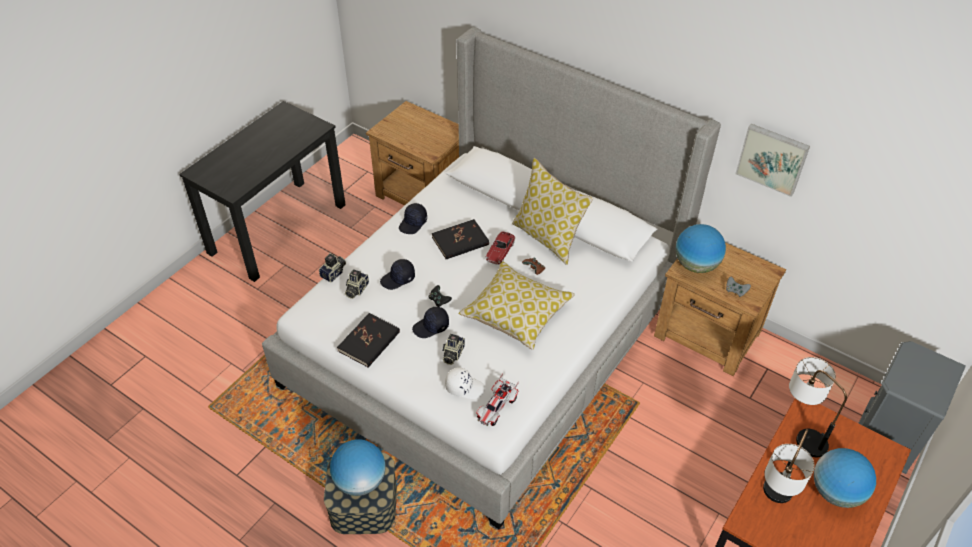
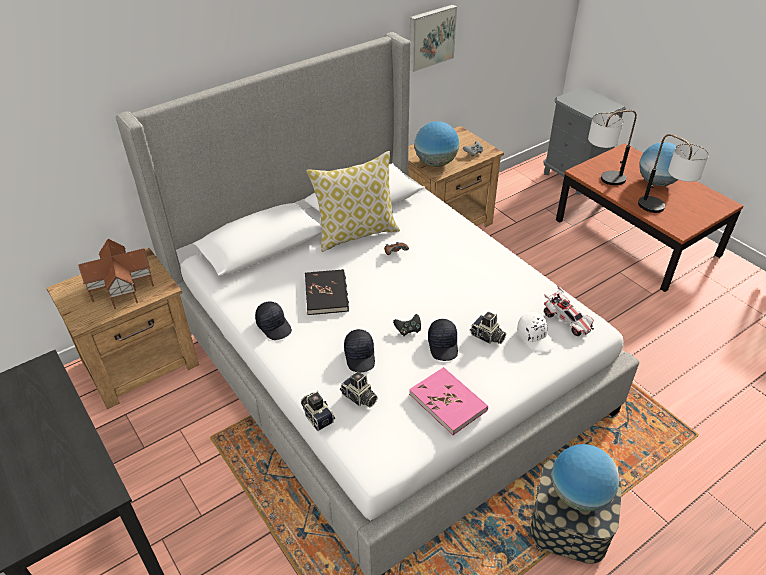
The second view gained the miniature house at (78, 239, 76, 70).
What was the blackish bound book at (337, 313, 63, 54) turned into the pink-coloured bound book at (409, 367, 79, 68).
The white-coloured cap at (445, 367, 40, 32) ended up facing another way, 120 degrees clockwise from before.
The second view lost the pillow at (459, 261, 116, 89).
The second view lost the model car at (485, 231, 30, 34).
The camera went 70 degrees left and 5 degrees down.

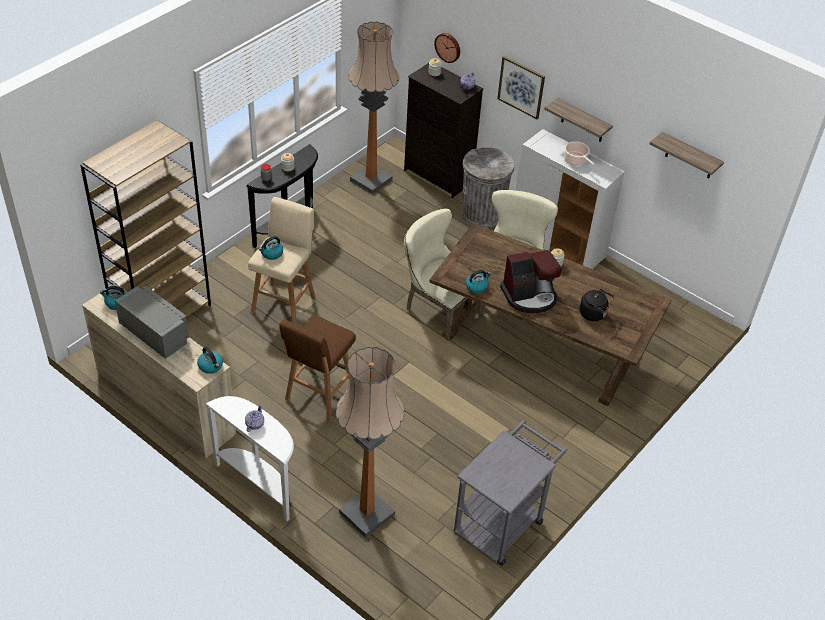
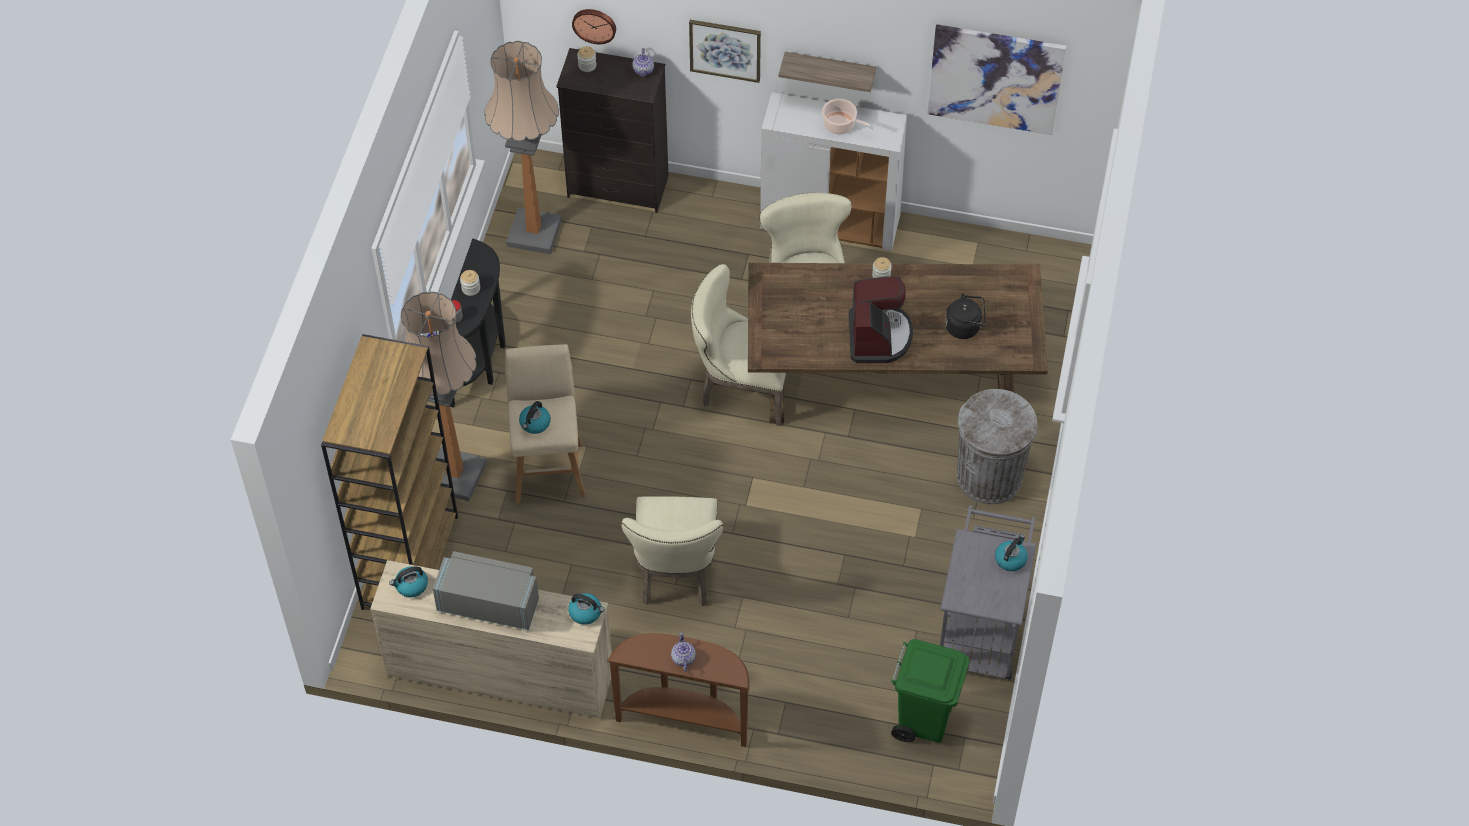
The standing lamp ended up elsewhere, having gone from (336, 347, 68, 191) to (401, 292, 86, 209).
What was the white-coloured narrow table at (205, 396, 89, 125) turned into the brownish narrow table at (607, 633, 143, 114).
Where the brownish stool stood at (279, 316, 77, 105), the sand-coloured chair came to stand at (621, 496, 102, 110).
The coffee machine at (500, 250, 61, 63) ended up facing another way, 45 degrees counterclockwise from before.
The second view gained the green-coloured rubbish bin at (891, 639, 79, 104).
Where the wall shelf hung at (650, 132, 74, 46), the picture came to hang at (927, 25, 139, 110).
The gray rubbish bin ended up elsewhere, having gone from (462, 147, 52, 81) to (956, 389, 82, 115).
The water kettle ended up elsewhere, having gone from (466, 270, 25, 23) to (995, 535, 33, 36).
The camera went 25 degrees left and 10 degrees up.

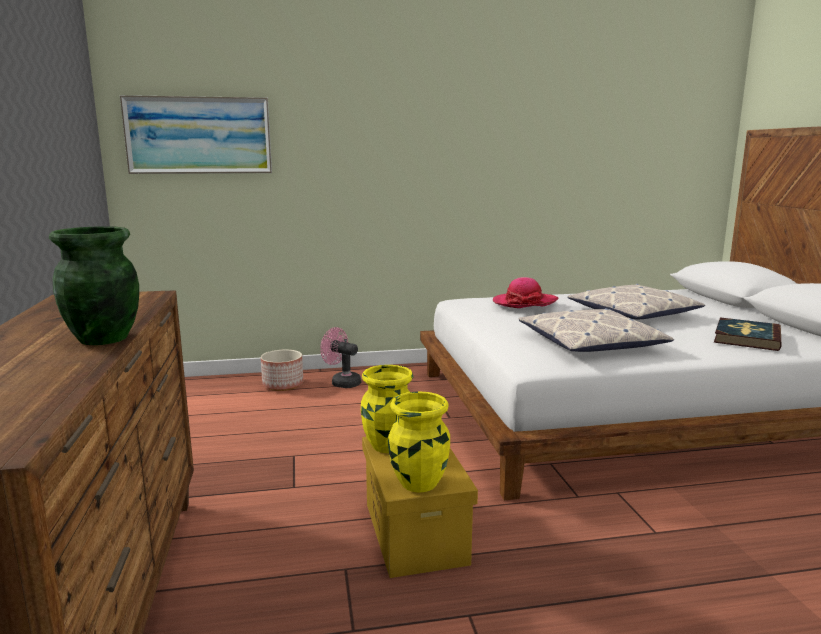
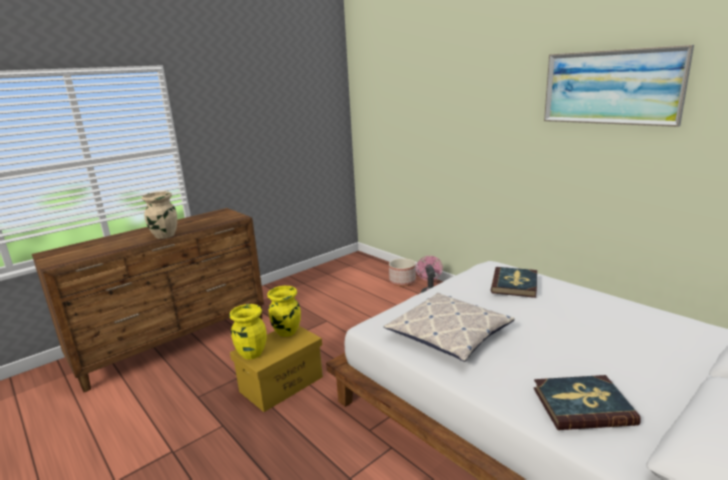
What was the green-coloured flower vase at (49, 226, 90, 119) turned into the sand-coloured flower vase at (142, 191, 35, 48).
Where the clothing hat stood at (493, 277, 66, 31), the bound book came to stand at (491, 267, 46, 31).
The picture ended up elsewhere, having gone from (120, 95, 152, 79) to (544, 45, 150, 82).
The second view lost the pillow at (567, 284, 138, 35).
The camera went 60 degrees right and 5 degrees up.

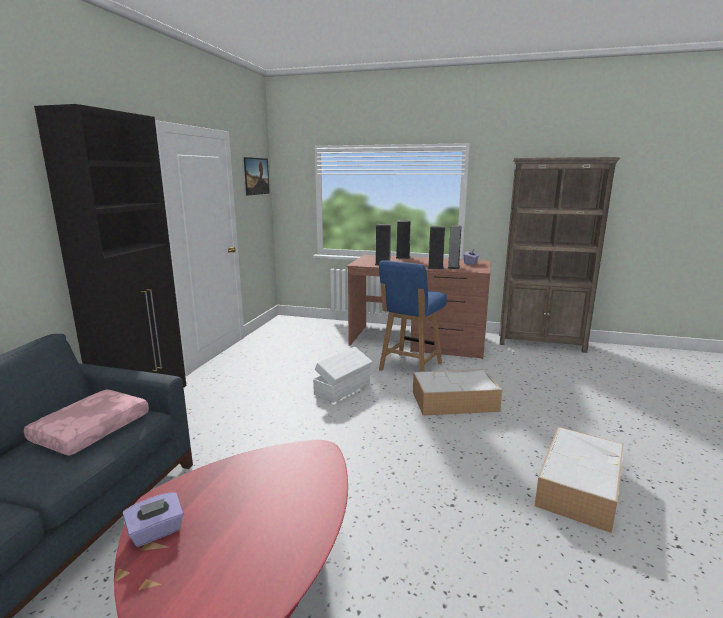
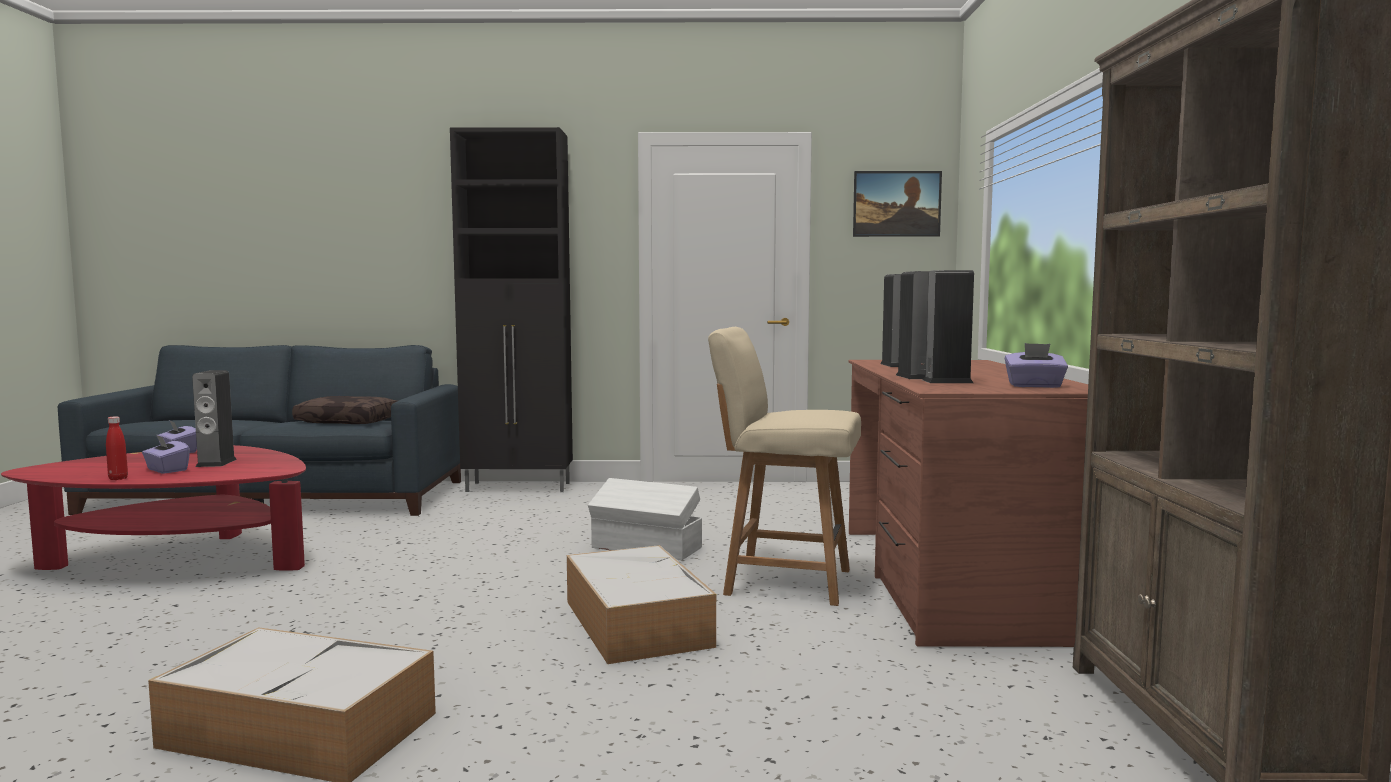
The second view gained the red-coloured bottle at (106, 416, 22, 64).
The second view gained the purplish tissue holder at (142, 435, 48, 39).
The audio speaker ended up elsewhere, having gone from (396, 220, 15, 39) to (192, 370, 45, 97).
What was the pink-coloured pillow at (24, 389, 125, 67) turned into the brownish pillow at (292, 396, 105, 28).
What was the blue chair at (379, 260, 68, 112) turned into the sand-coloured chair at (708, 327, 153, 279).
The camera went 75 degrees right and 10 degrees down.

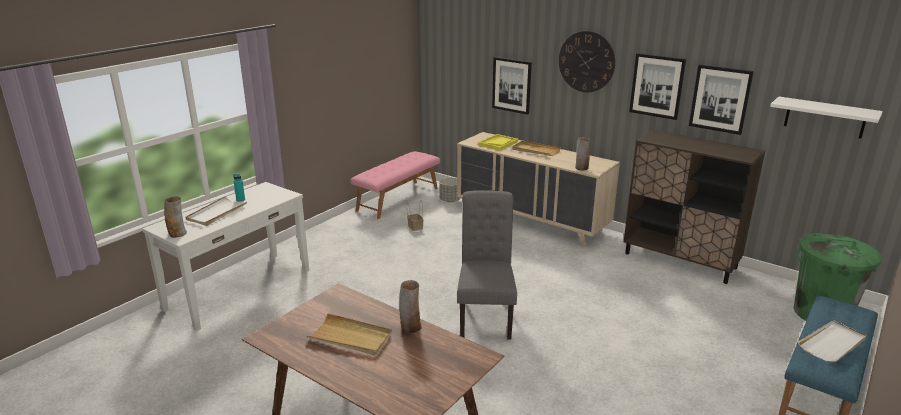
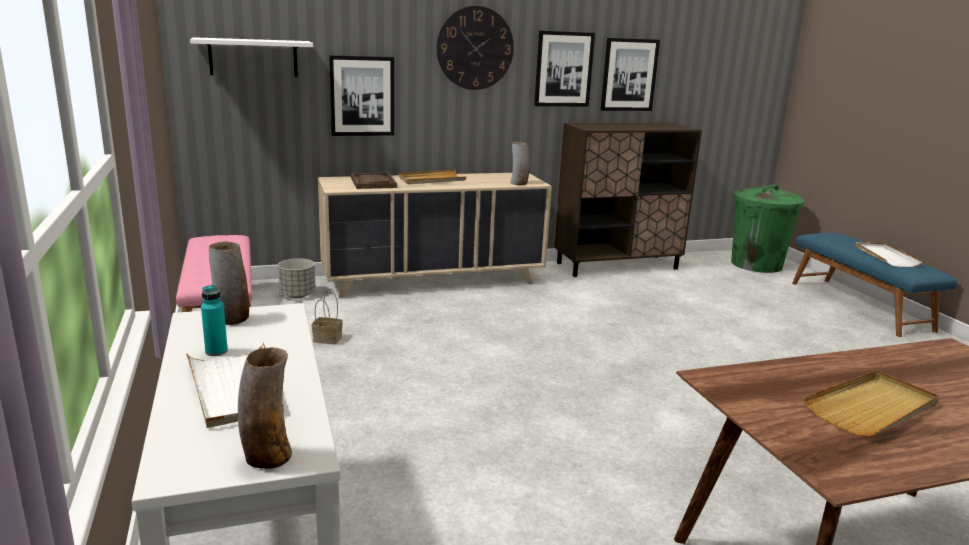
The white-coloured wall shelf ended up elsewhere, having gone from (770, 96, 113, 42) to (190, 37, 123, 40).
The flower vase ended up elsewhere, having gone from (399, 280, 23, 53) to (209, 241, 40, 84).
What was the yellow tray at (478, 134, 40, 16) turned into the brownish tray at (351, 173, 46, 16).
The second view lost the gray chair at (457, 190, 60, 149).
The camera went 55 degrees left and 5 degrees down.

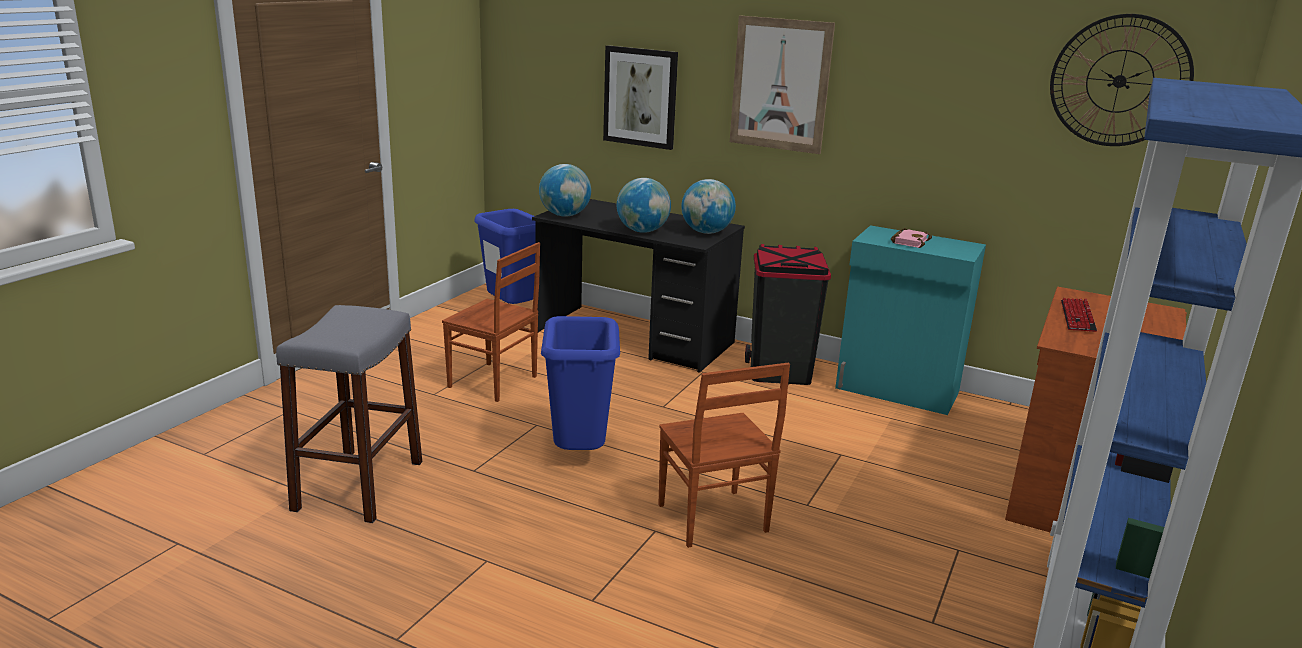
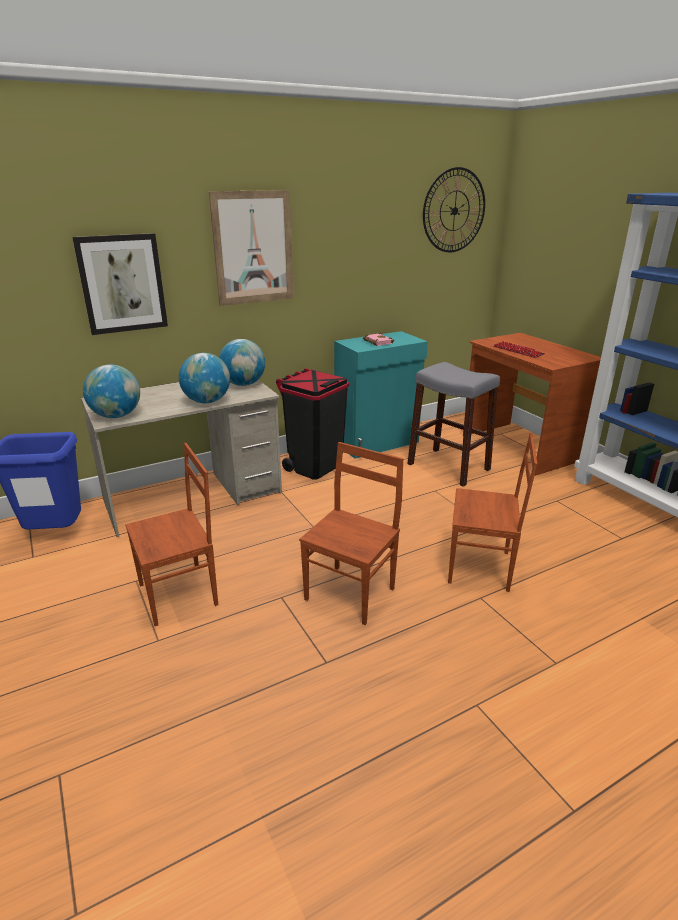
What was the blackish desk at (532, 199, 213, 174) turned into the sand-coloured desk at (81, 380, 201, 157).
Where the blue rubbish bin stood at (541, 316, 79, 134), the brownish chair came to stand at (299, 442, 104, 183).
The gray stool ended up elsewhere, having gone from (276, 305, 146, 218) to (407, 362, 93, 125).
The camera went 55 degrees left and 5 degrees up.

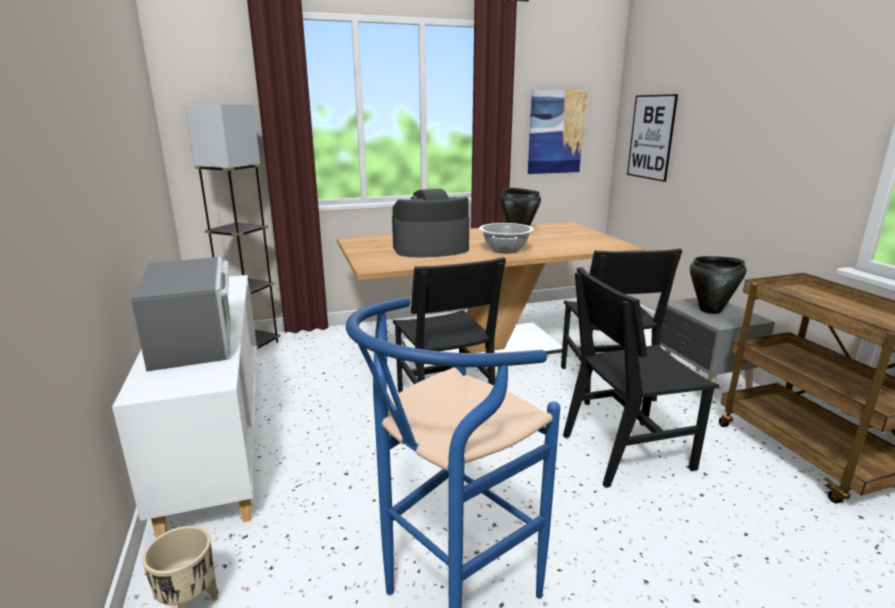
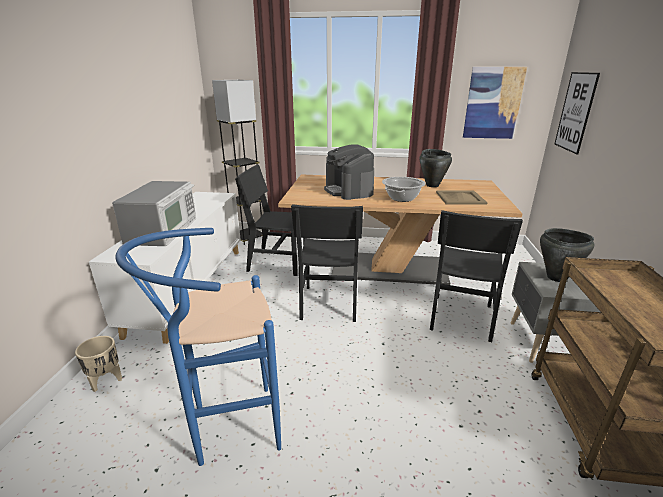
The blackish chair ended up elsewhere, having gone from (563, 267, 156, 221) to (235, 165, 70, 111).
The coffee machine at (392, 189, 77, 68) ended up facing another way, 120 degrees counterclockwise from before.
The second view gained the sand-coloured tray at (436, 191, 52, 14).
The camera went 25 degrees right and 5 degrees up.

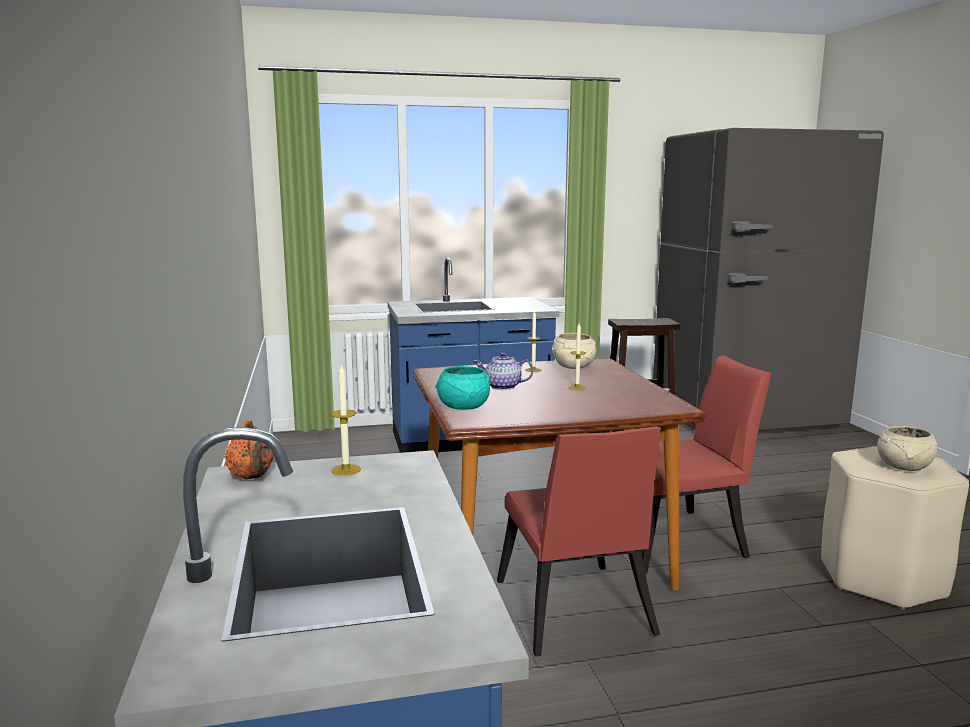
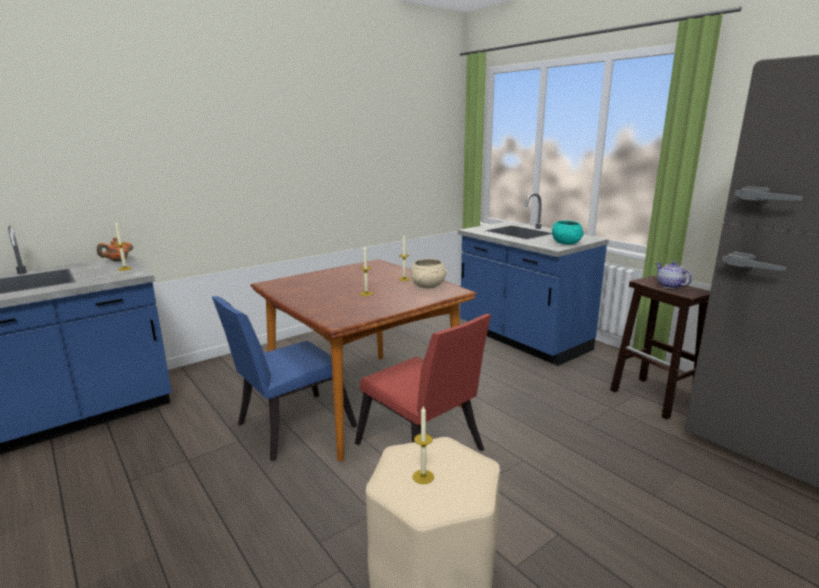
What was the red-coloured chair at (497, 427, 164, 230) turned into the blue chair at (212, 296, 145, 165).
Where the sand-coloured deep dish stood at (877, 426, 61, 45), the wax light came to stand at (413, 405, 21, 79).
The turquoise-coloured deep dish ended up elsewhere, having gone from (435, 366, 55, 44) to (552, 221, 32, 24).
The tea pot ended up elsewhere, having gone from (473, 352, 60, 38) to (656, 262, 36, 27).
The camera went 65 degrees right and 5 degrees up.

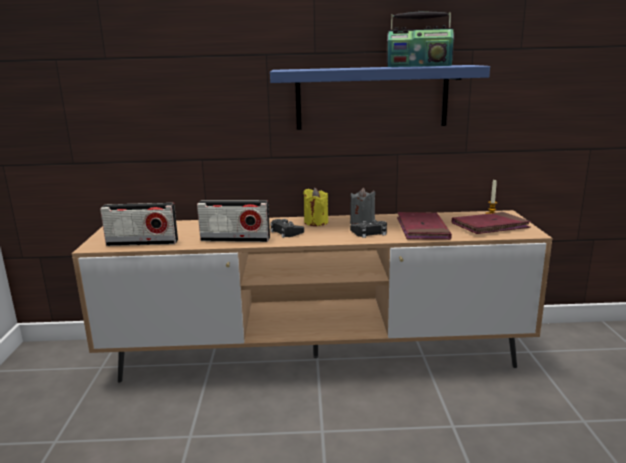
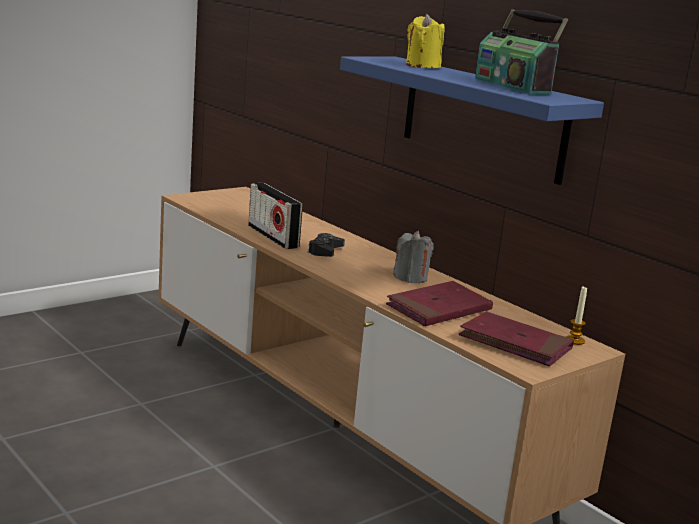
The yellow wax light ended up elsewhere, having gone from (303, 188, 25, 38) to (406, 14, 38, 54).
The second view lost the radio set at (100, 203, 78, 43).
The second view lost the blackish game controller at (350, 220, 37, 18).
The camera went 50 degrees right and 0 degrees up.

